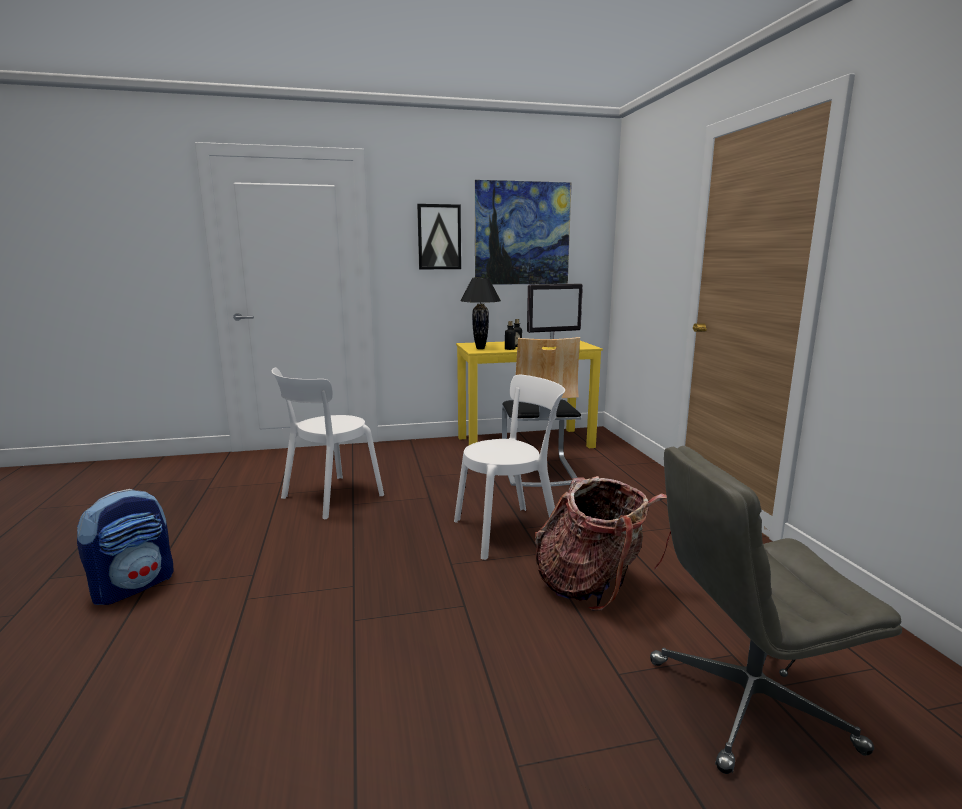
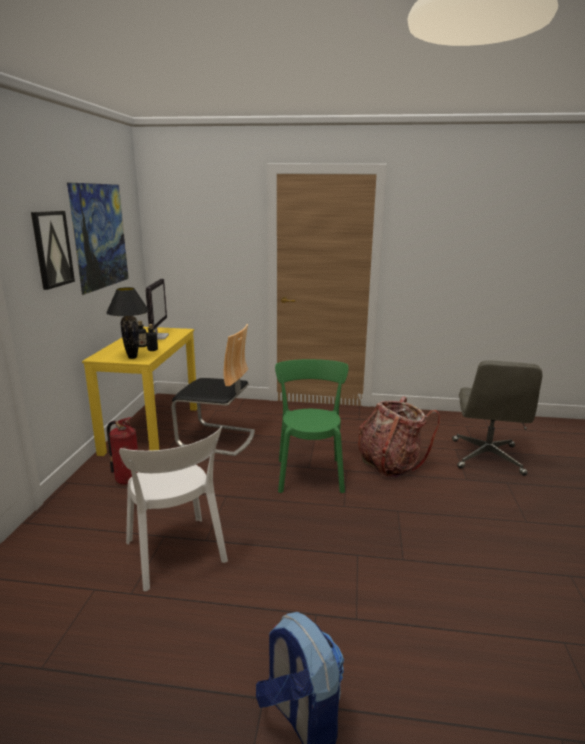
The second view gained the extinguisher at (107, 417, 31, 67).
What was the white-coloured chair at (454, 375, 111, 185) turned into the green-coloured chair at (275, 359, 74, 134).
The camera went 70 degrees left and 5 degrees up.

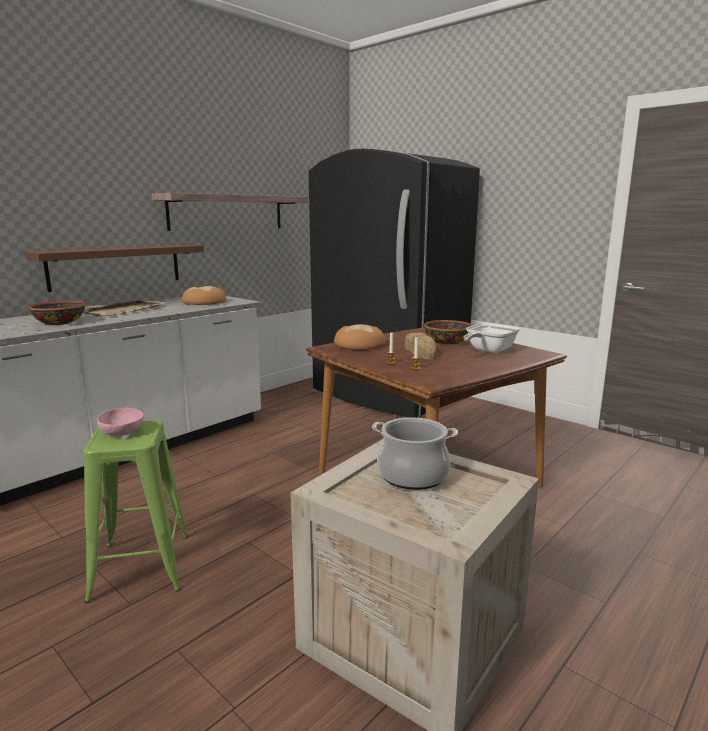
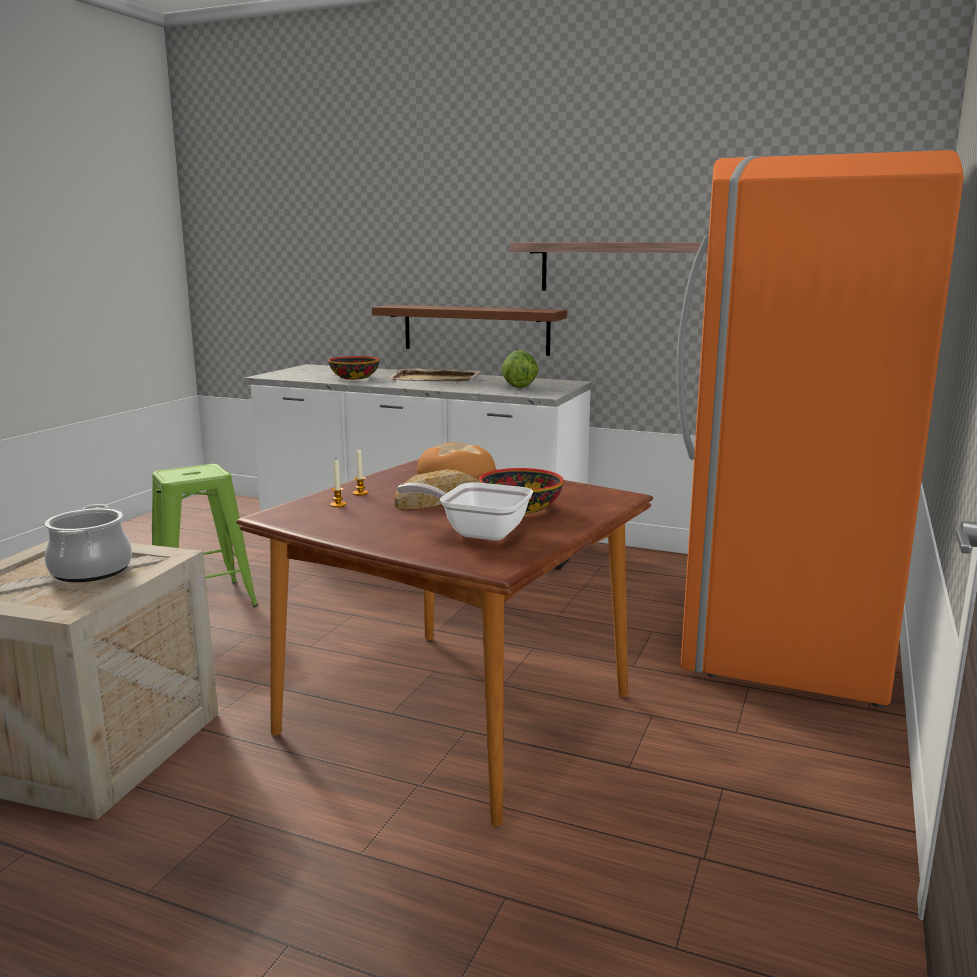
Where the bread stood at (182, 286, 45, 19), the lettuce came to stand at (502, 350, 36, 38).
What was the blackish refrigerator at (309, 149, 171, 269) turned into the orange refrigerator at (676, 150, 288, 557).
The second view lost the pink-coloured deep dish at (97, 408, 47, 28).
The camera went 70 degrees right and 0 degrees up.

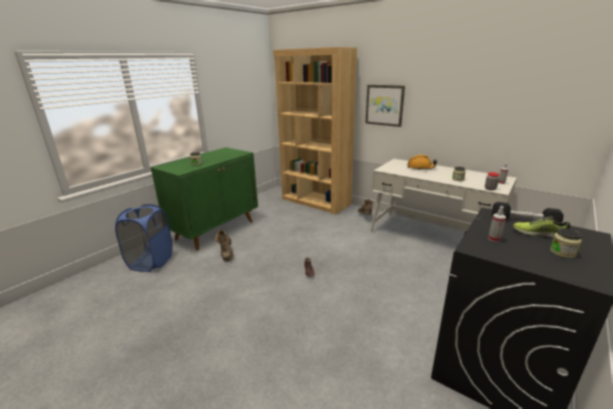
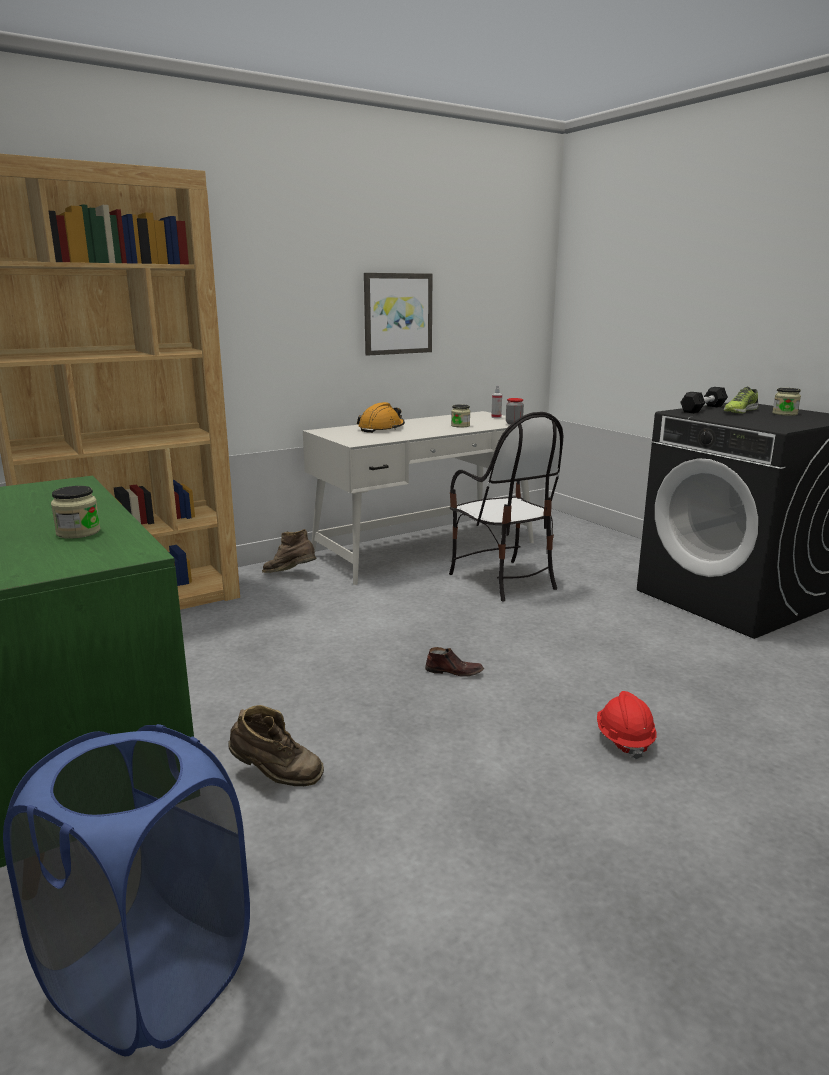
The picture ended up elsewhere, having gone from (365, 85, 40, 42) to (364, 273, 68, 83).
The second view gained the chair at (449, 412, 114, 190).
The second view gained the red-coloured hard hat at (597, 691, 60, 68).
The second view lost the hand sprayer at (488, 206, 18, 36).
The camera went 70 degrees left and 5 degrees down.

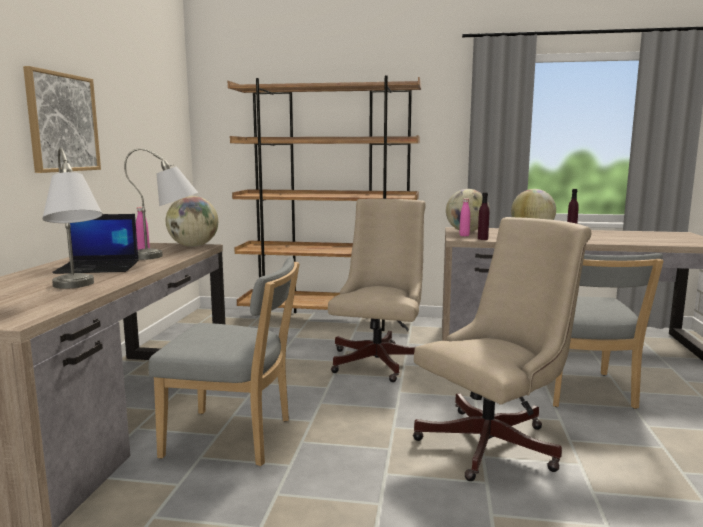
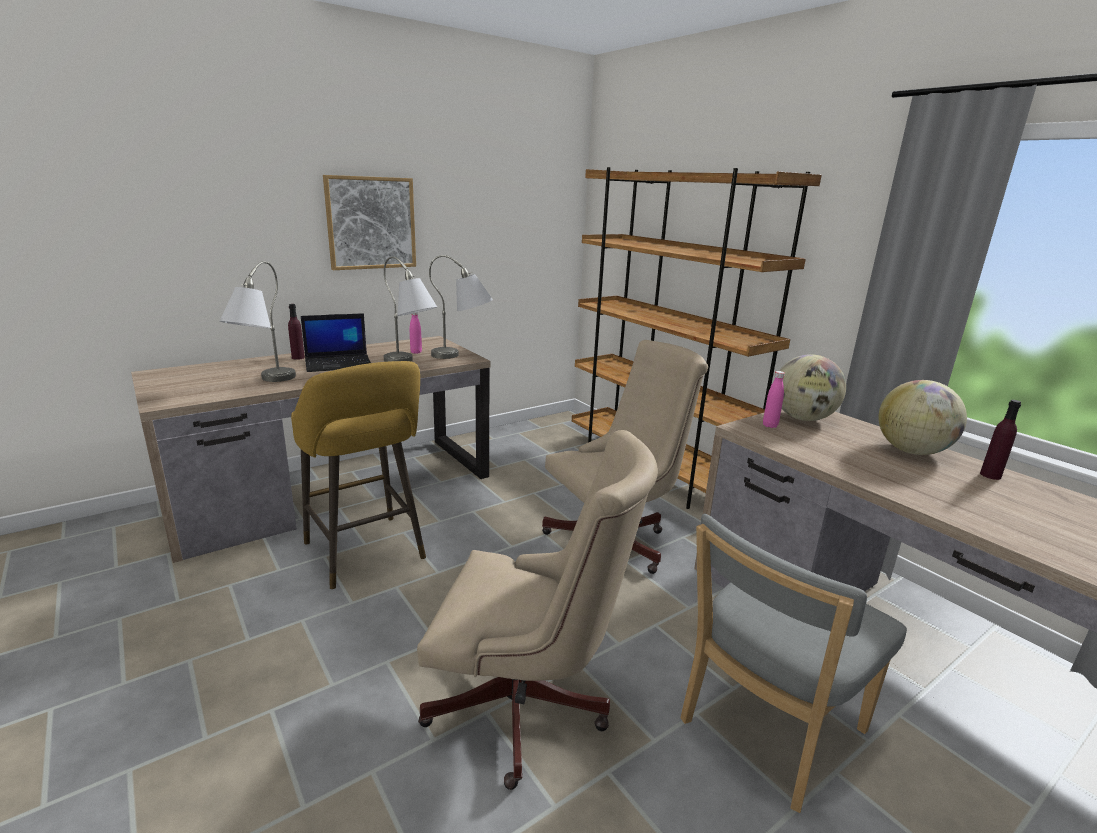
The purplish bottle ended up elsewhere, having gone from (478, 192, 11, 48) to (288, 304, 17, 56).
Where the gray chair stood at (149, 257, 151, 209), the yellow stool came to stand at (291, 361, 135, 228).
The laptop at (52, 214, 87, 60) ended up facing another way, 60 degrees counterclockwise from before.
Where the globe stood at (166, 196, 52, 51), the gray tabletop lamp came to stand at (429, 255, 64, 104).
The camera went 45 degrees right and 10 degrees up.

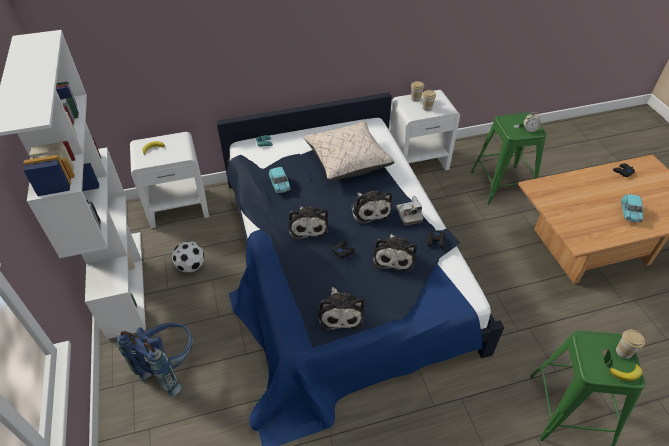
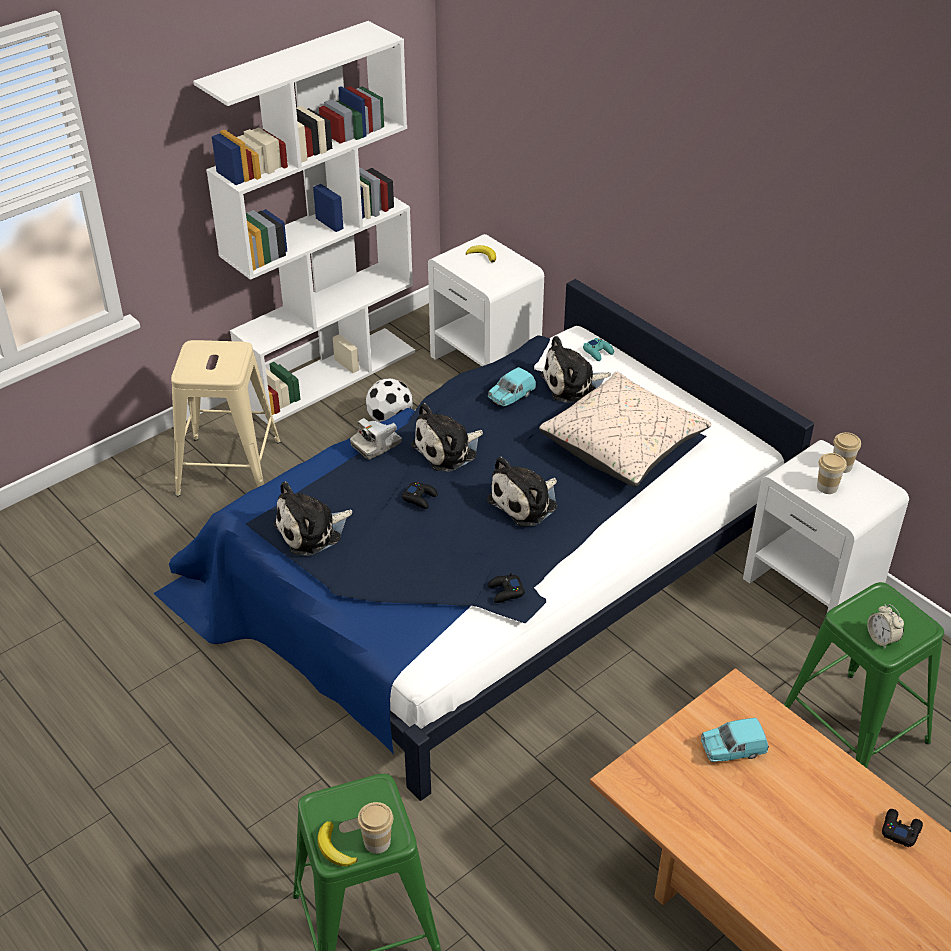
Where the blue rucksack stood at (117, 323, 76, 74), the sand-coloured stool came to stand at (171, 340, 110, 156).
The photo camera ended up elsewhere, having gone from (396, 196, 27, 30) to (350, 418, 52, 42).
The soft toy ended up elsewhere, having gone from (373, 234, 44, 38) to (540, 336, 71, 67).
The turquoise-coloured model car ended up elsewhere, having gone from (621, 194, 22, 28) to (701, 718, 68, 44).
The camera went 65 degrees right and 5 degrees down.

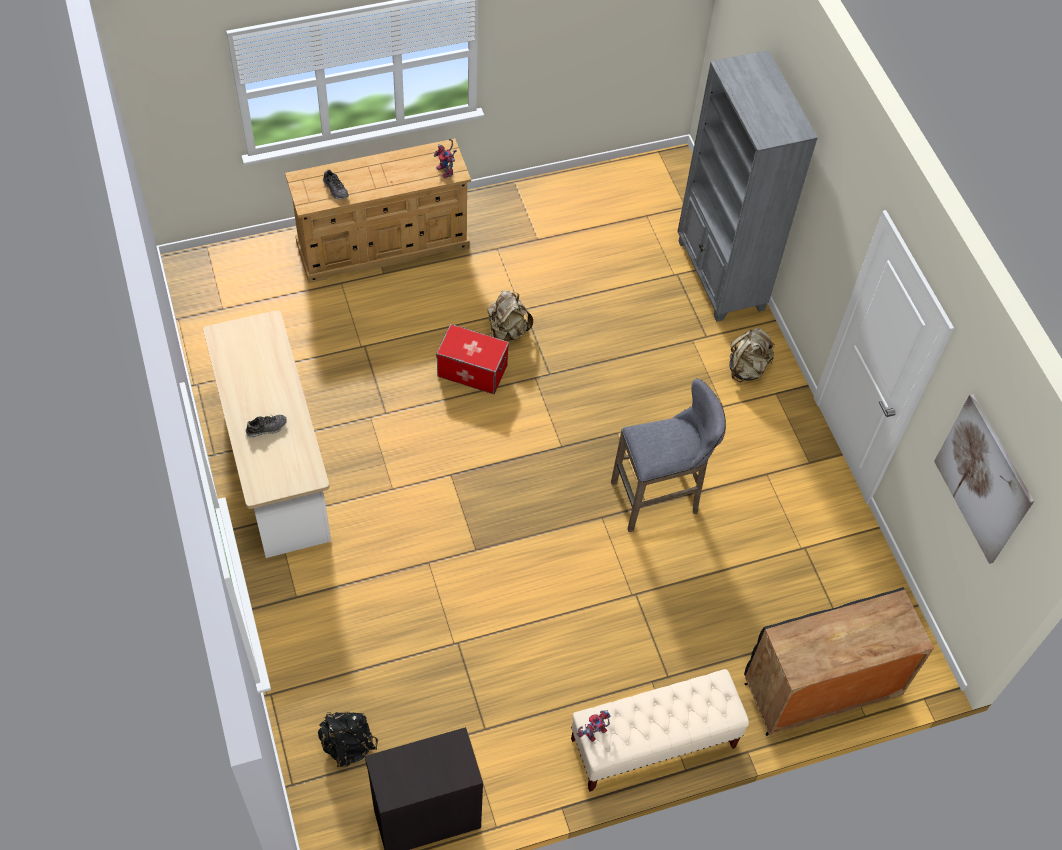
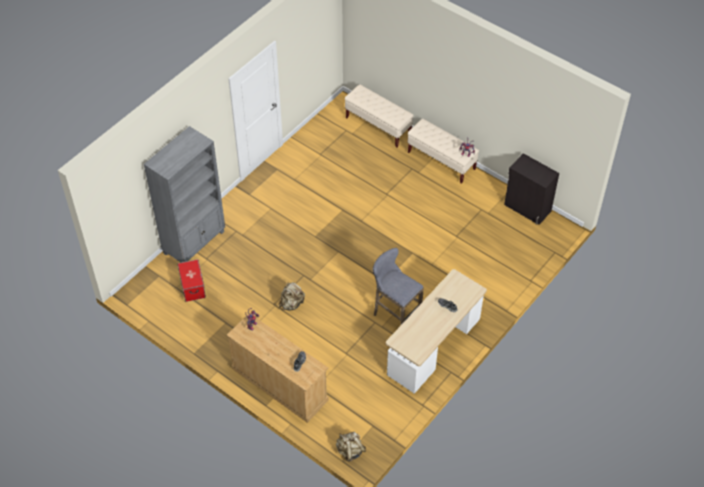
The storage container ended up elsewhere, having gone from (436, 324, 73, 70) to (177, 259, 29, 43).
The sand-coloured rucksack ended up elsewhere, having gone from (729, 328, 46, 54) to (336, 432, 30, 30).
Where the blackish storage cabinet stood at (744, 587, 190, 149), the sand-coloured indoor bench came to stand at (345, 85, 69, 62).
The gray stool ended up elsewhere, having gone from (611, 378, 115, 154) to (373, 248, 51, 78).
The second view lost the blackish rucksack at (318, 712, 60, 55).
The second view lost the picture at (934, 394, 100, 170).
The camera went 120 degrees left and 5 degrees down.

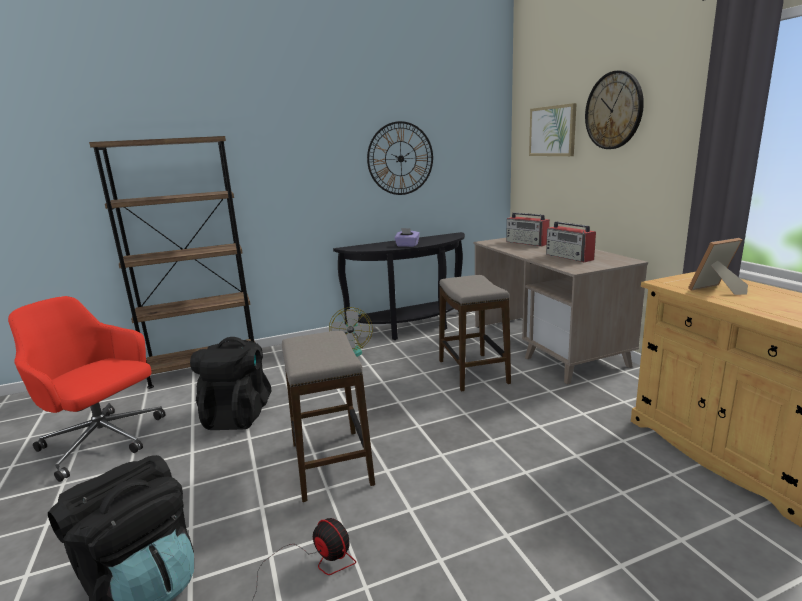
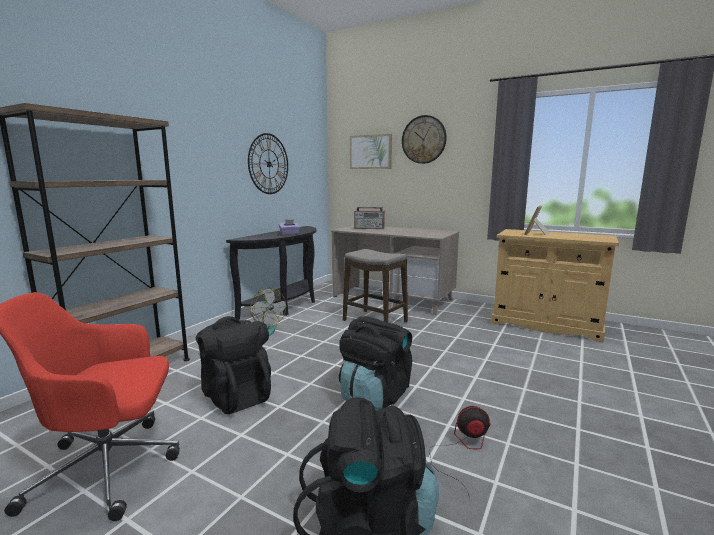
Where the stool stood at (282, 331, 93, 171), the blackish rucksack came to stand at (339, 316, 73, 95).
The second view lost the radio set at (546, 222, 50, 40).
The camera went 40 degrees left and 5 degrees down.

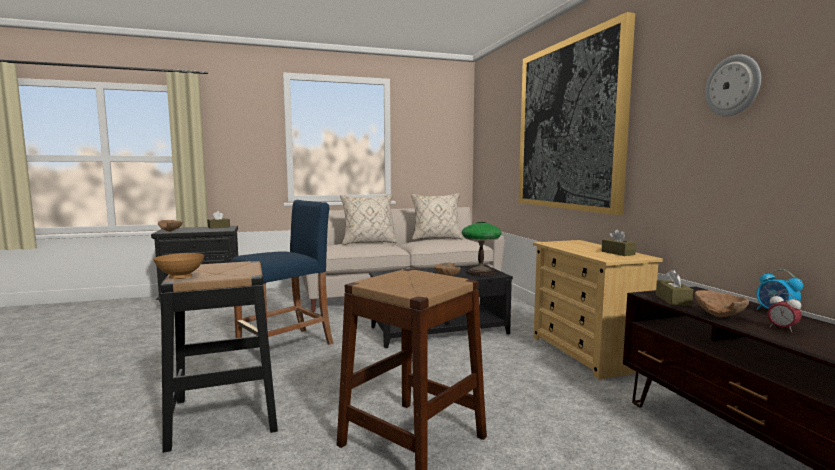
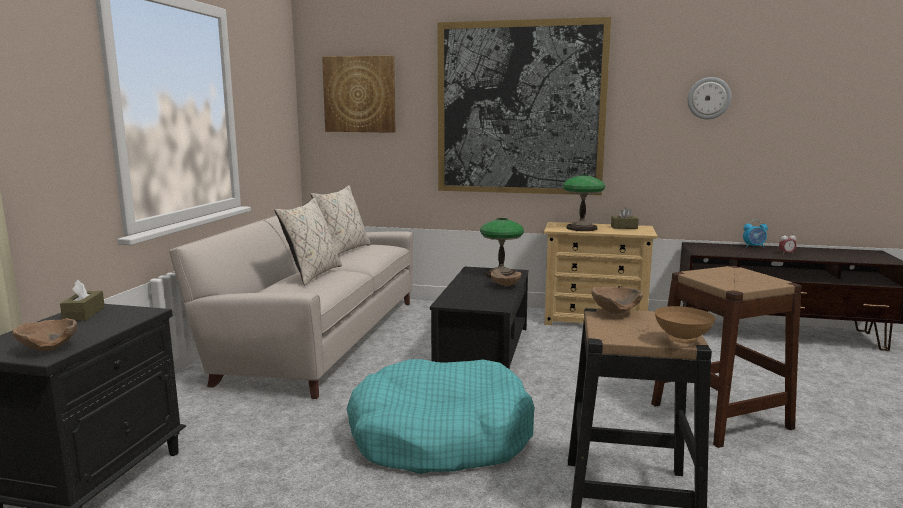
The second view gained the picture at (322, 55, 74, 78).
Where the blue stool stood at (231, 200, 103, 164), the turquoise-coloured dog bed came to stand at (347, 359, 188, 115).
The second view gained the tabletop lamp at (563, 175, 42, 56).
The brownish deep dish ended up elsewhere, having gone from (694, 290, 55, 28) to (592, 286, 51, 28).
The second view lost the brownish tissue holder at (656, 269, 37, 37).
The camera went 60 degrees left and 5 degrees up.

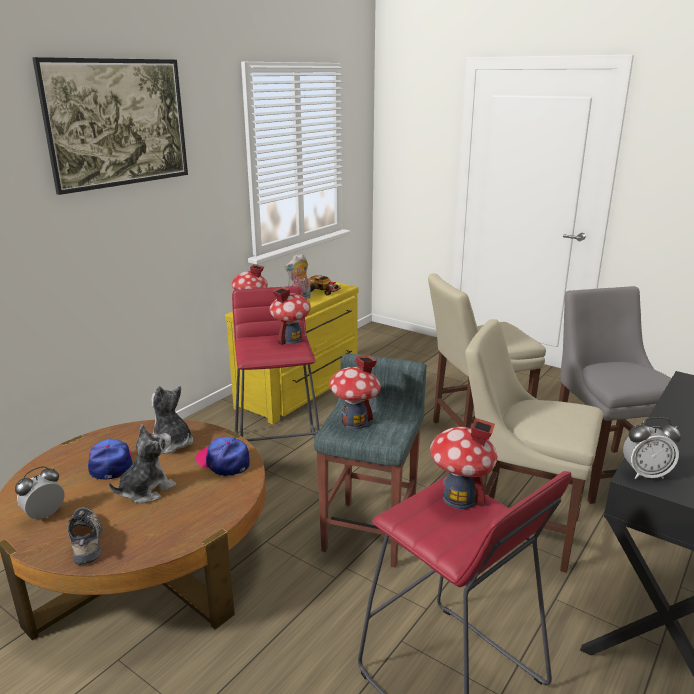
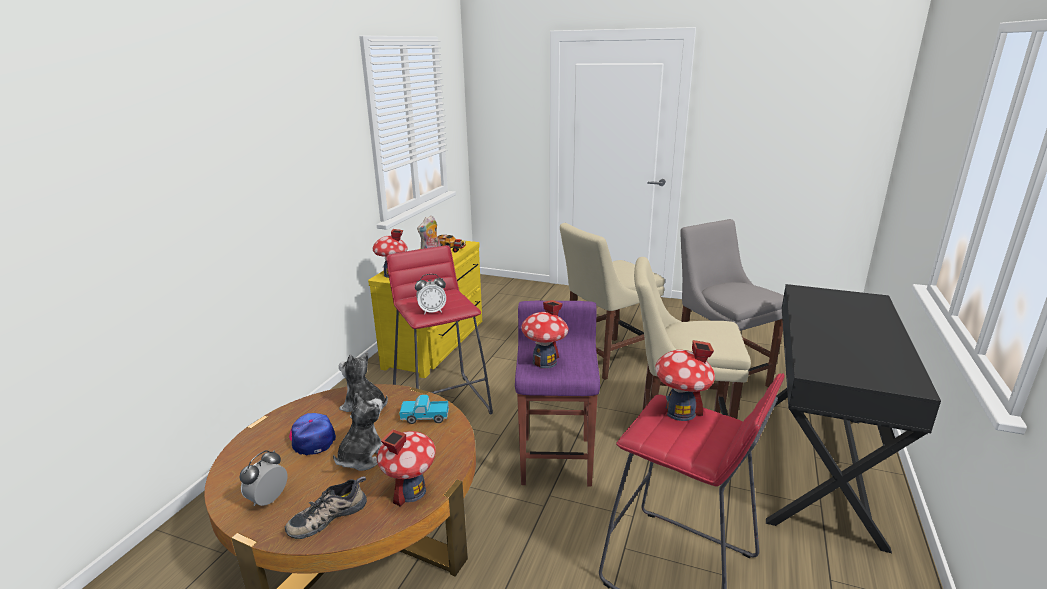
The low shoe at (68, 507, 34, 58) ended up facing another way, 90 degrees counterclockwise from before.
The miniature house ended up elsewhere, having gone from (269, 287, 42, 58) to (377, 429, 59, 78).
Where the cap stood at (196, 437, 54, 39), the toy truck came to stand at (399, 395, 50, 29).
The alarm clock ended up elsewhere, having gone from (623, 417, 58, 62) to (415, 274, 31, 41).
What was the gray stool at (314, 354, 113, 214) turned into the purplish stool at (515, 301, 85, 186).
The second view lost the picture at (32, 57, 156, 138).
The camera went 15 degrees left and 0 degrees up.

